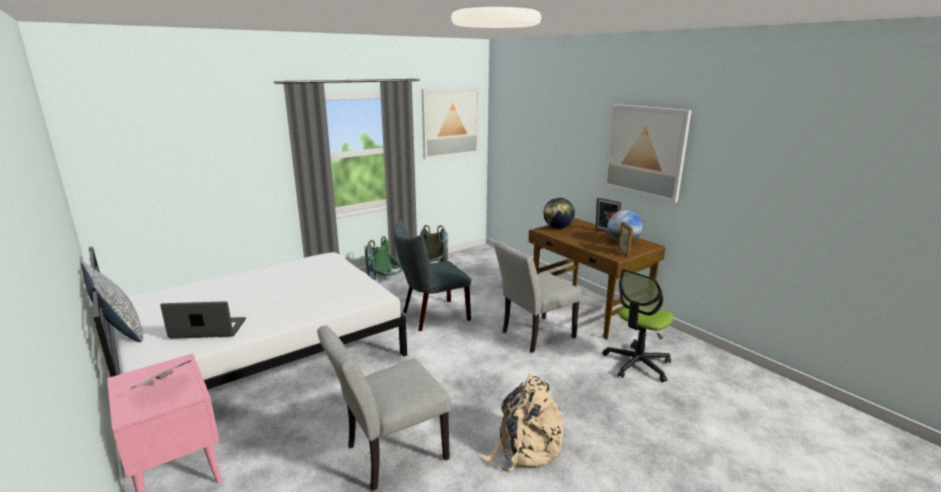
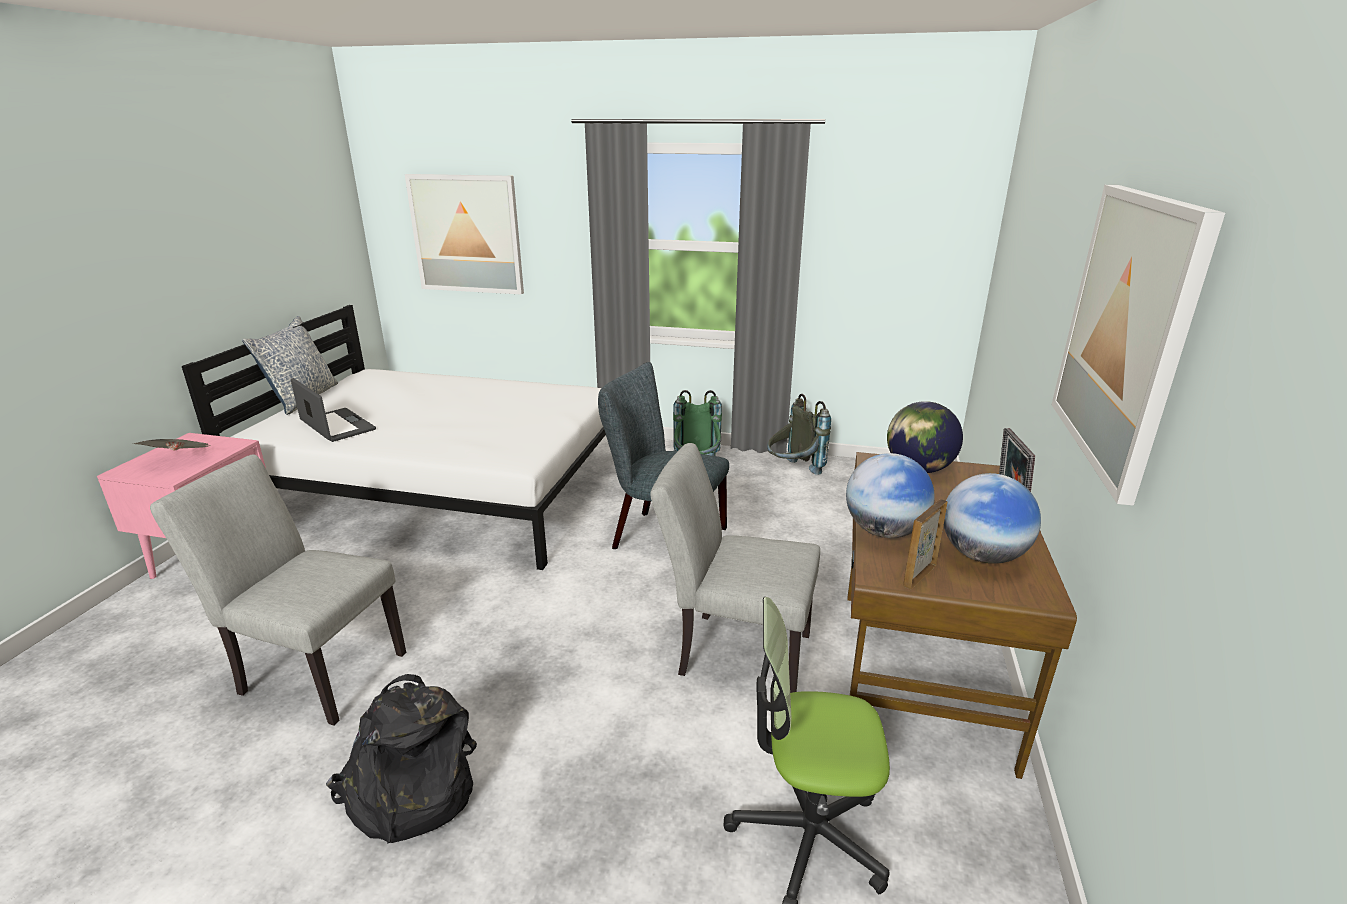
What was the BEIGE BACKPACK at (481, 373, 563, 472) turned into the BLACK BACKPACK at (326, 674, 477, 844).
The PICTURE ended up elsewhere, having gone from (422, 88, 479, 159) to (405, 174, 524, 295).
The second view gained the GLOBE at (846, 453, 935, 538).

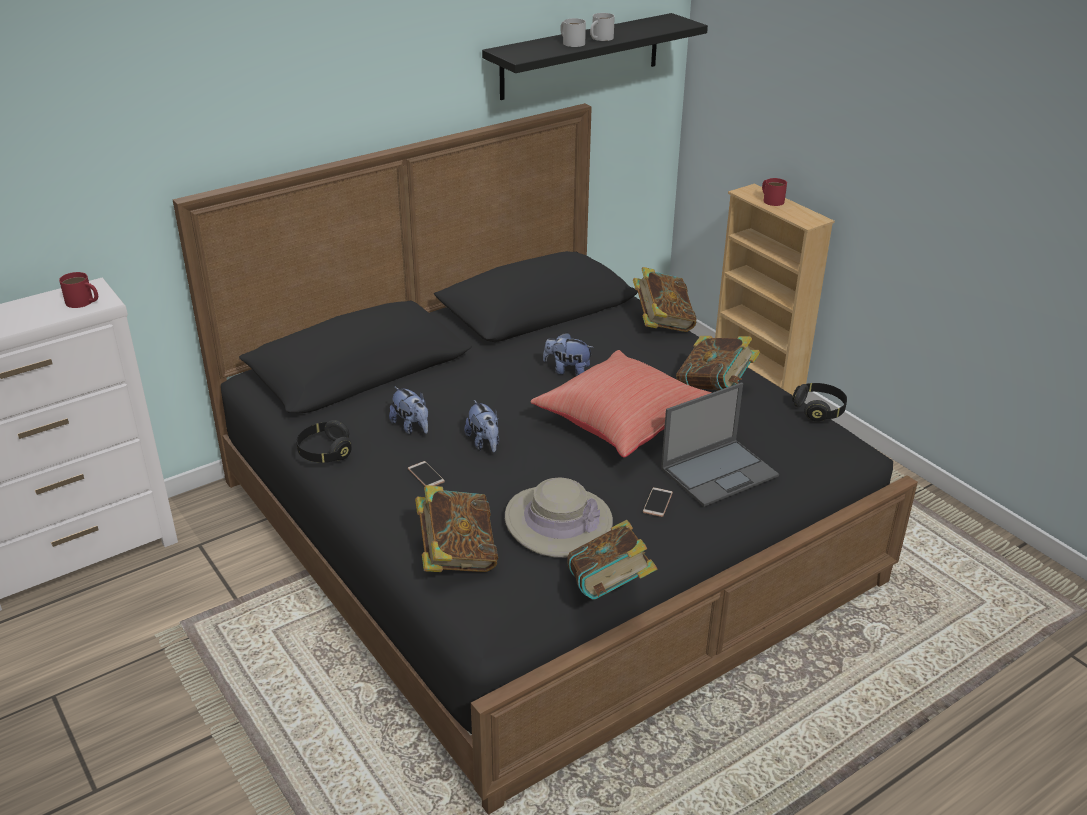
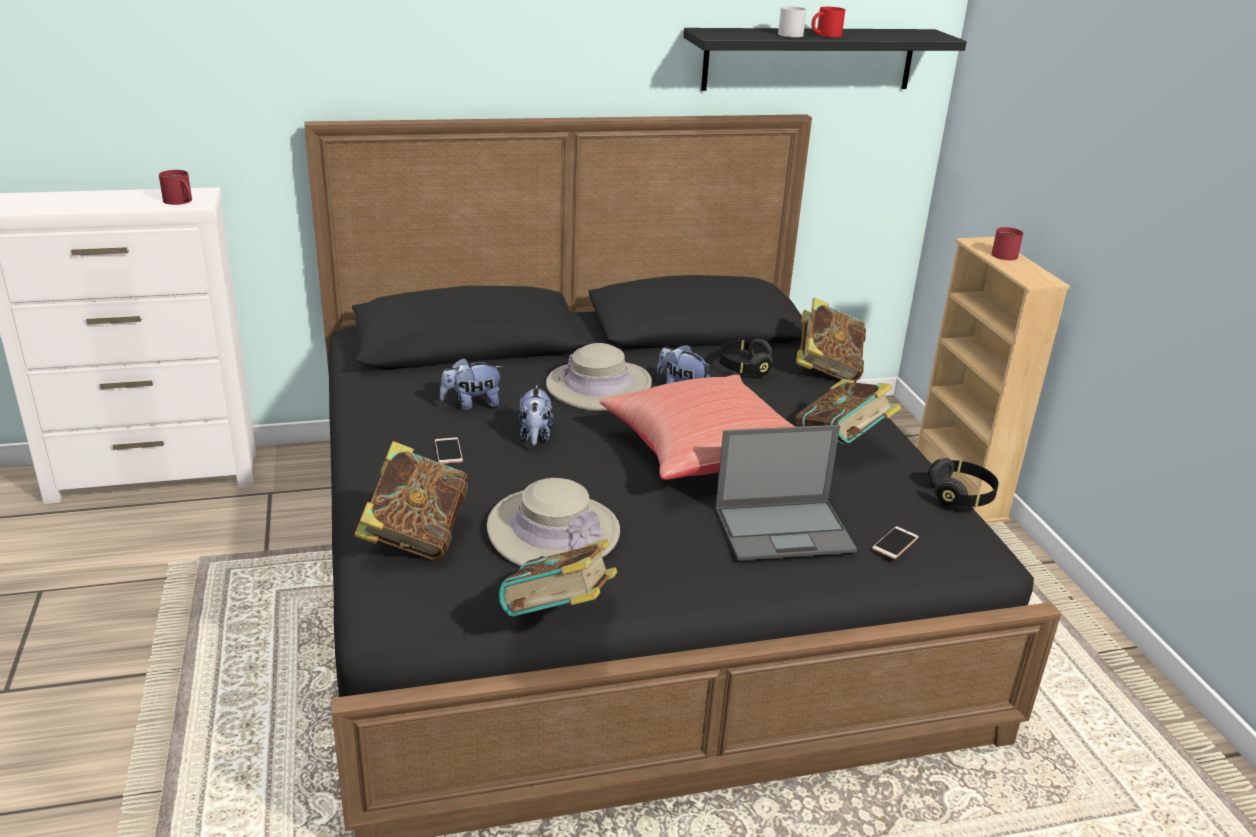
The PLUSH TOY at (389, 386, 428, 434) ended up facing another way, 90 degrees clockwise from before.
The second view gained the BEIGE HAT at (546, 343, 652, 411).
The BLACK HEADPHONES ended up elsewhere, having gone from (296, 420, 352, 463) to (718, 338, 773, 377).
What was the WHITE MUG at (590, 13, 615, 41) turned into the RED MUG at (812, 7, 845, 37).
The PHONE ended up elsewhere, having gone from (643, 487, 673, 517) to (872, 526, 919, 559).

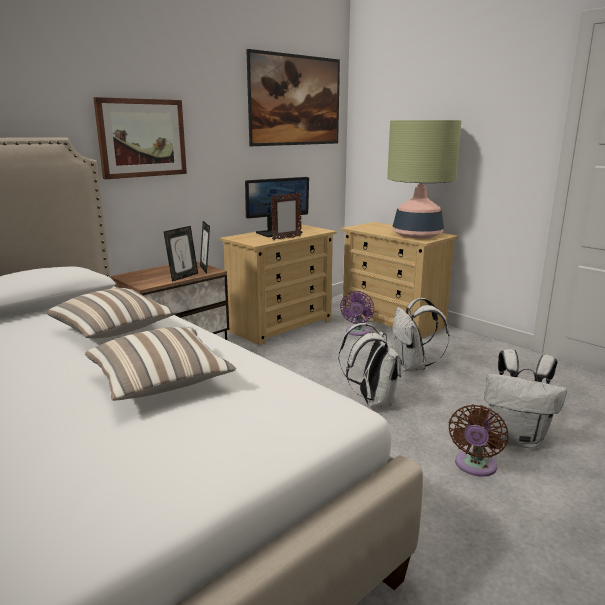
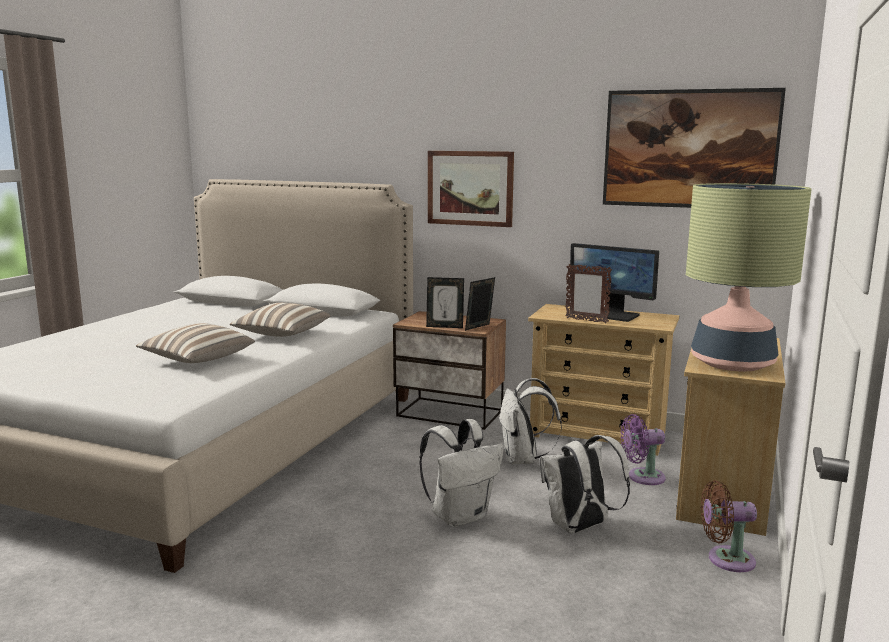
The WHITE BACKPACK ended up elsewhere, having gone from (484, 349, 567, 448) to (499, 378, 562, 464).
The BROWN FAN ended up elsewhere, having gone from (449, 404, 509, 477) to (701, 481, 757, 572).

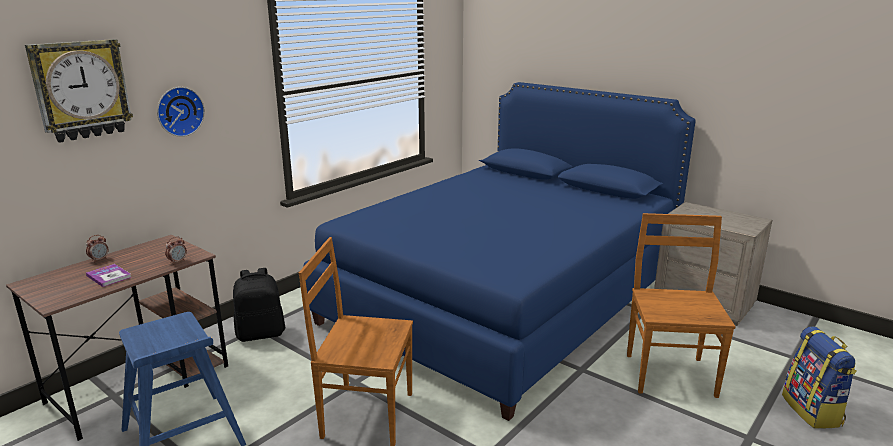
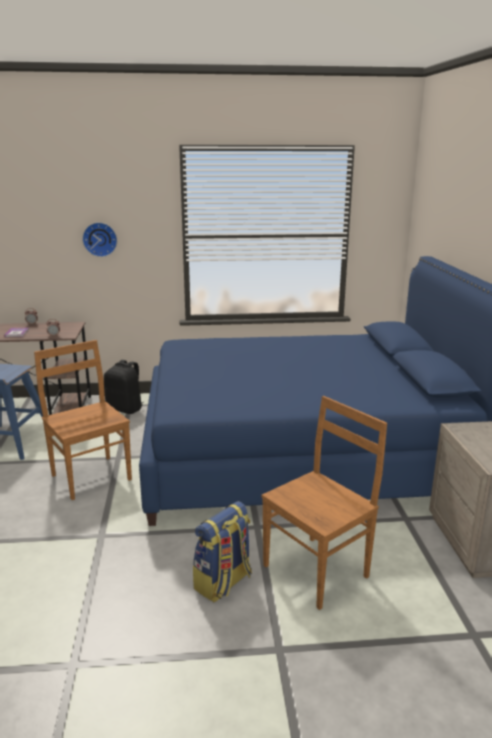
The BACKPACK ended up elsewhere, having gone from (782, 326, 857, 429) to (193, 501, 252, 602).
The second view lost the WALL CLOCK at (25, 39, 133, 143).

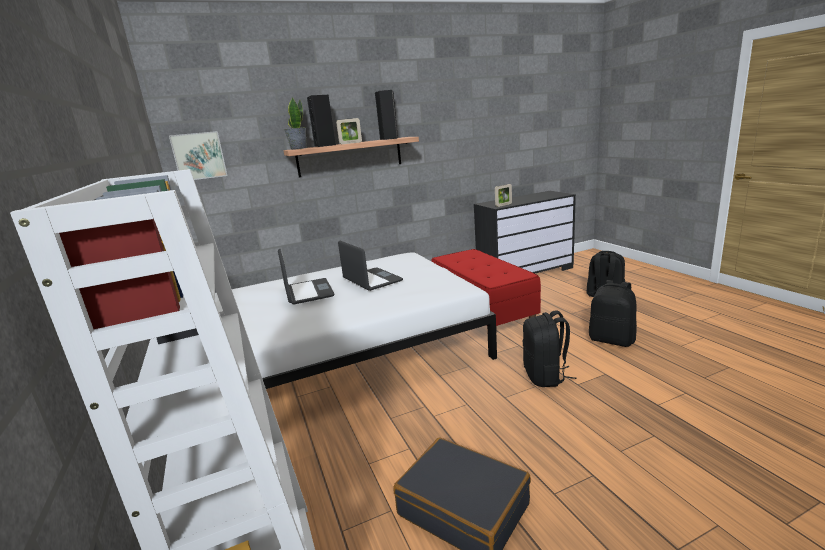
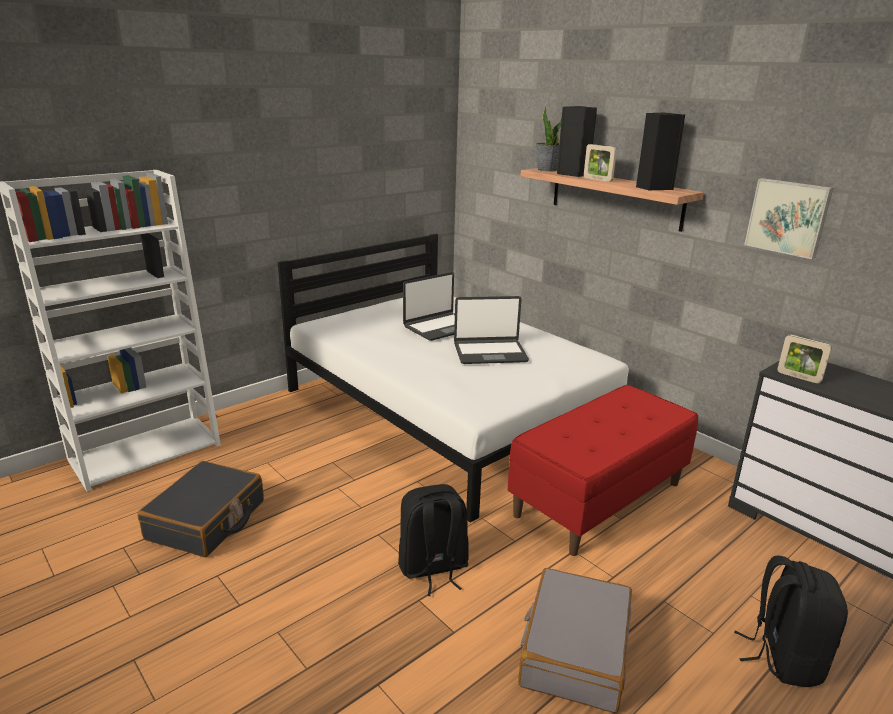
The LAPTOP at (338, 241, 403, 291) ended up facing another way, 45 degrees clockwise from before.
Where the BLACK BACKPACK stood at (589, 280, 637, 347), the GREY SUITCASE came to stand at (518, 568, 632, 713).
The PICTURE ended up elsewhere, having gone from (169, 131, 227, 180) to (744, 178, 833, 259).

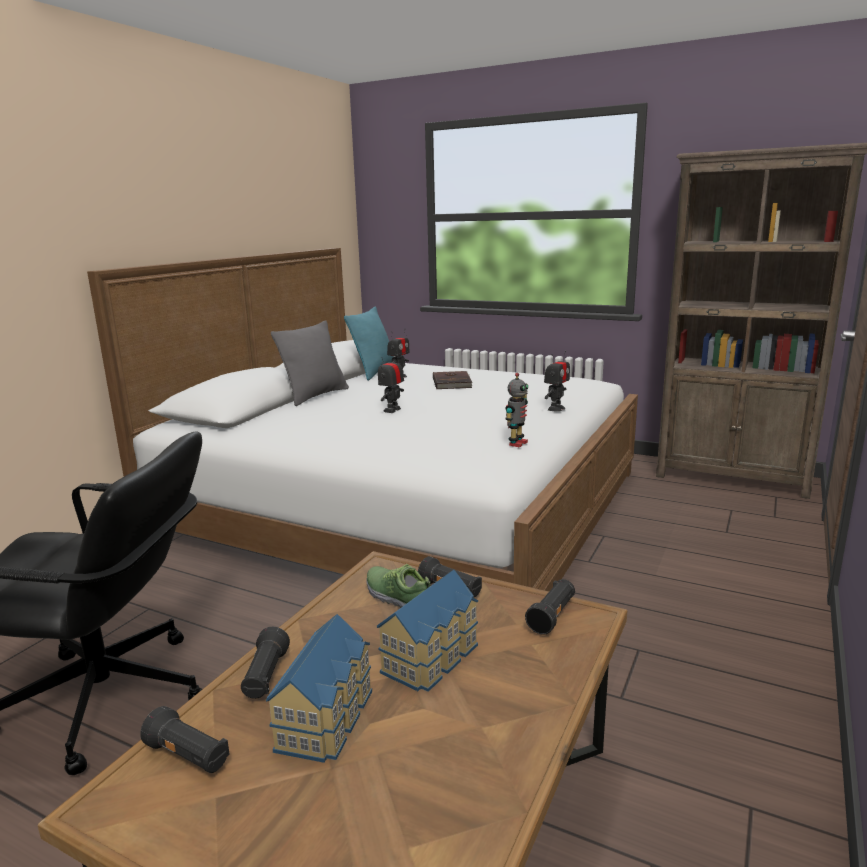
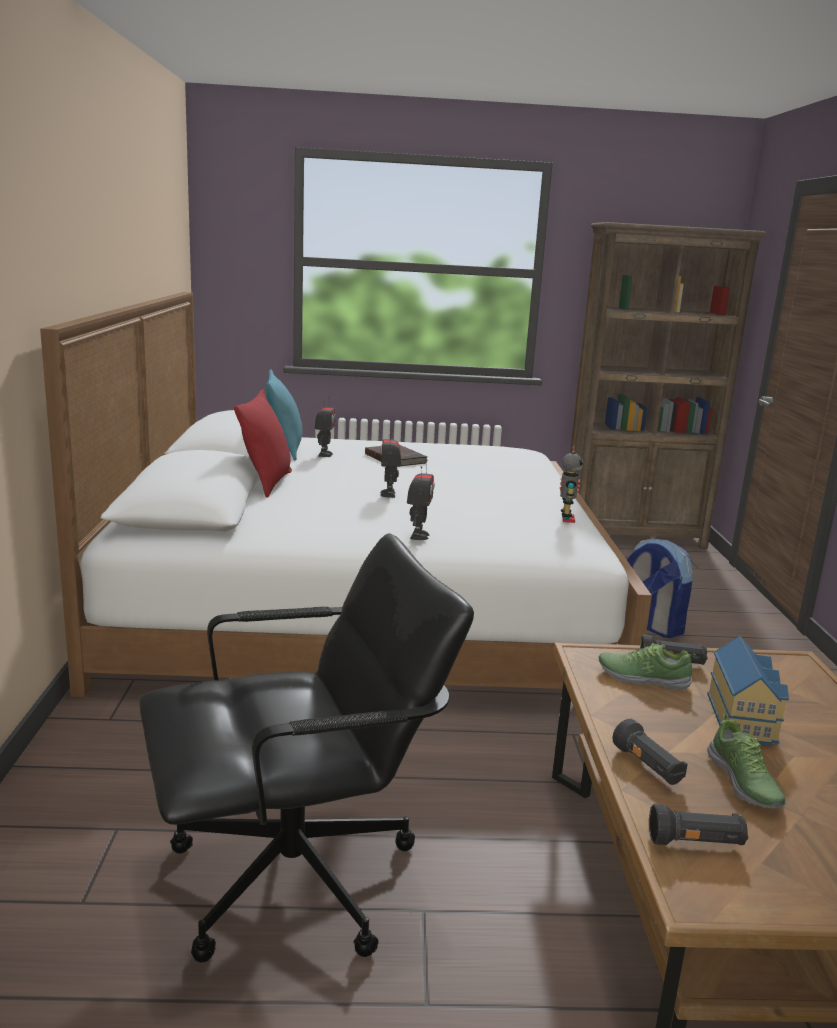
What was the GREY PILLOW at (271, 320, 349, 406) turned into the RED PILLOW at (234, 389, 292, 498).
The TOY ROBOT ended up elsewhere, having gone from (544, 351, 570, 412) to (407, 459, 435, 540).
The second view gained the BACKPACK at (626, 538, 693, 638).
Where the TOY HOUSE stood at (266, 614, 372, 763), the SHOE came to stand at (707, 714, 786, 809).
The second view lost the BLACK FLASHLIGHT at (525, 579, 575, 635).

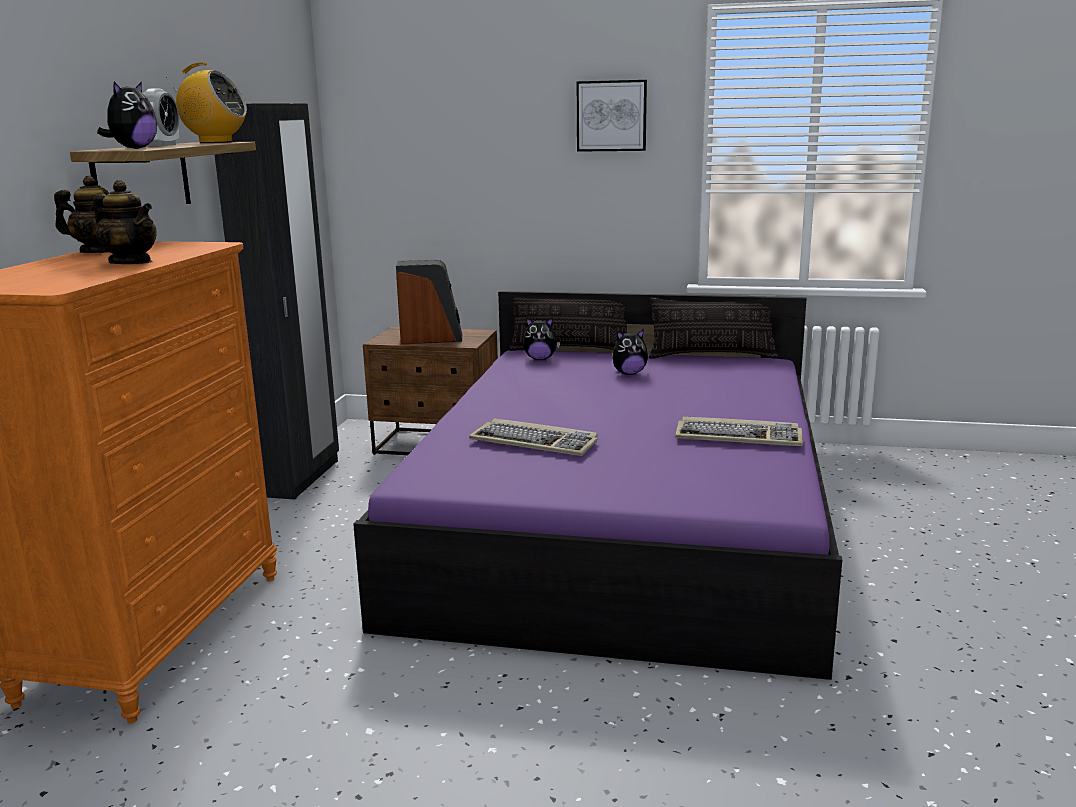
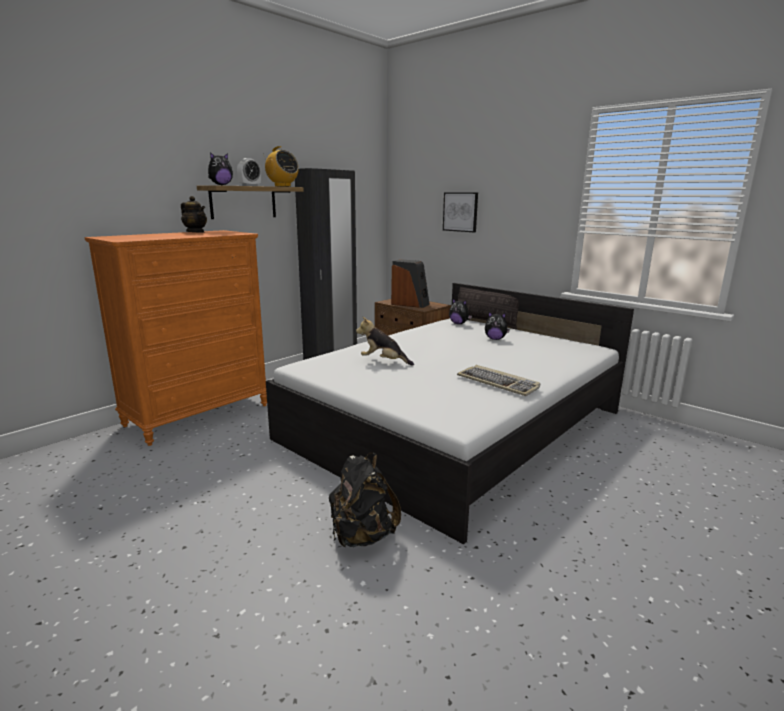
What was the PURPLE BED at (353, 291, 842, 680) turned into the WHITE BED at (266, 283, 634, 544).
The second view gained the BLACK BACKPACK at (329, 453, 401, 547).
Where the KEYBOARD stood at (469, 419, 598, 456), the PLUSH TOY came to stand at (356, 317, 414, 366).
The PICTURE ended up elsewhere, having gone from (577, 80, 647, 152) to (443, 192, 478, 232).
The second view lost the TEAPOT at (93, 180, 157, 264).
The second view lost the PILLOW at (649, 296, 779, 359).

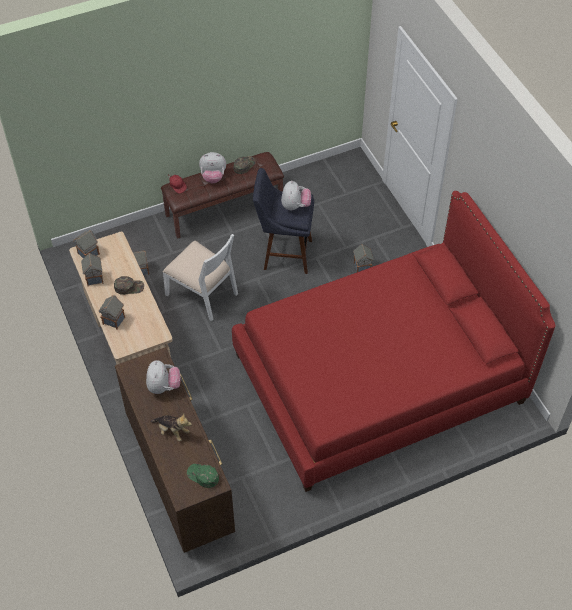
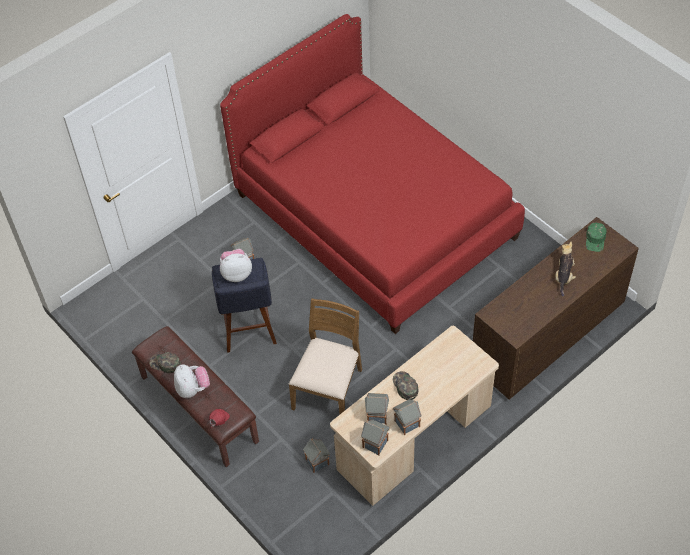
What was the WHITE CHAIR at (163, 234, 238, 321) turned into the BROWN CHAIR at (289, 298, 362, 414).
The TOY HOUSE ended up elsewhere, having gone from (98, 295, 125, 330) to (365, 393, 389, 425).
The second view lost the PLUSH TOY at (146, 360, 180, 394).

